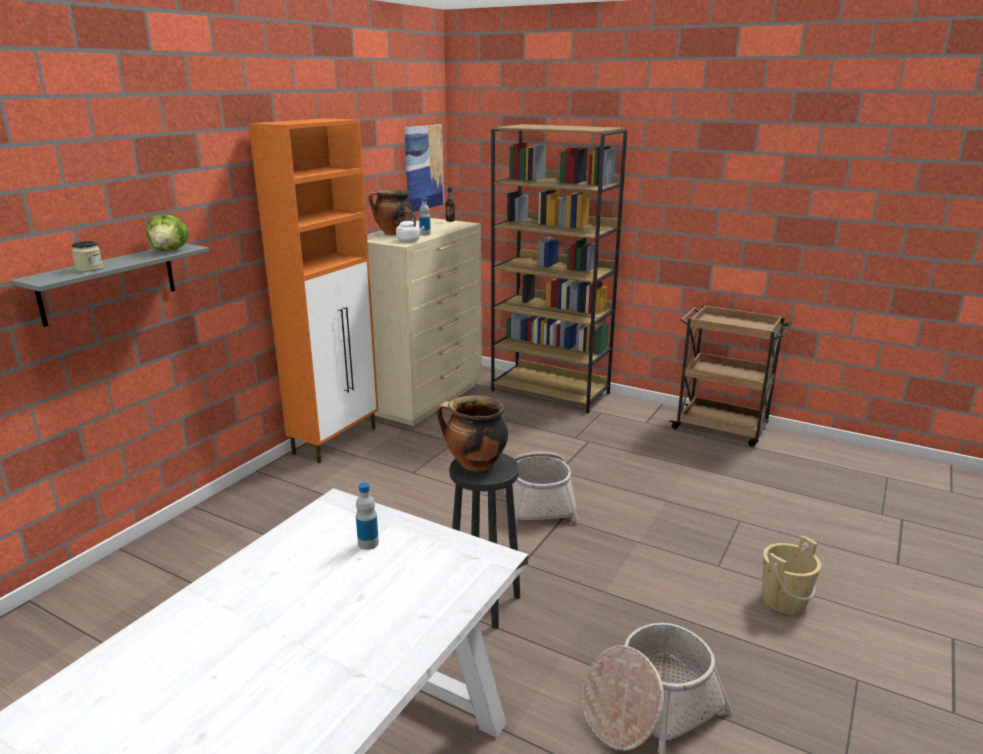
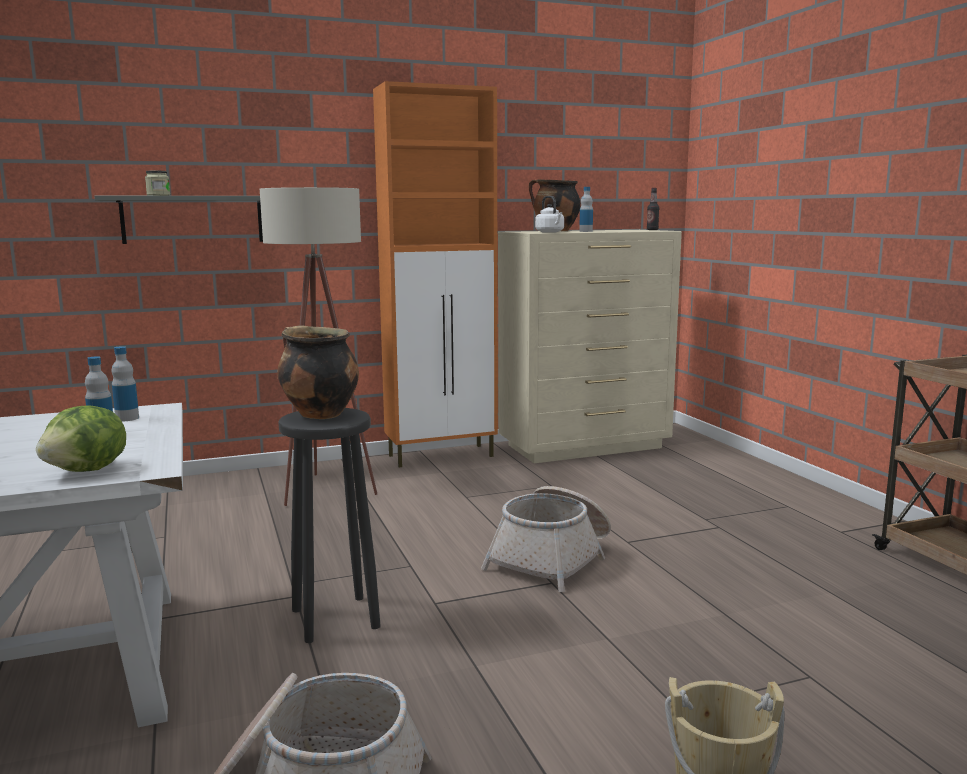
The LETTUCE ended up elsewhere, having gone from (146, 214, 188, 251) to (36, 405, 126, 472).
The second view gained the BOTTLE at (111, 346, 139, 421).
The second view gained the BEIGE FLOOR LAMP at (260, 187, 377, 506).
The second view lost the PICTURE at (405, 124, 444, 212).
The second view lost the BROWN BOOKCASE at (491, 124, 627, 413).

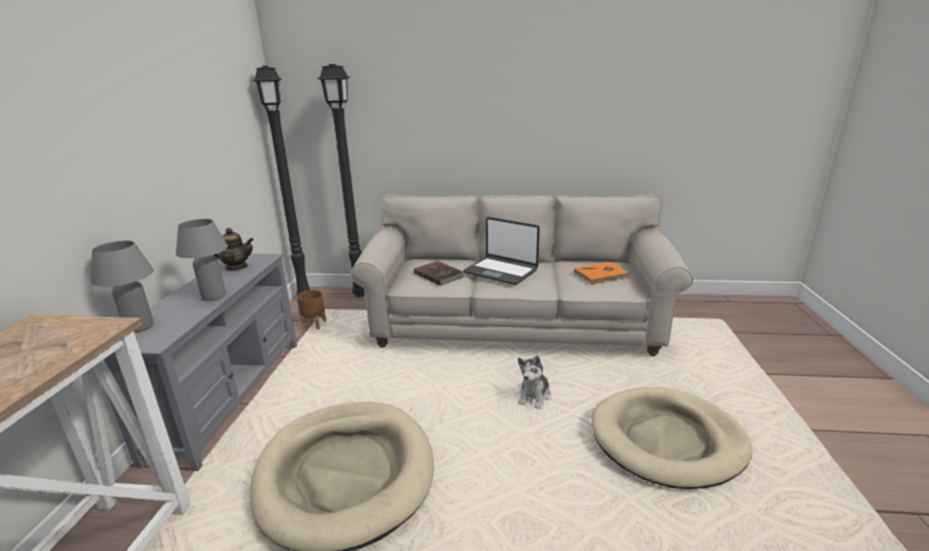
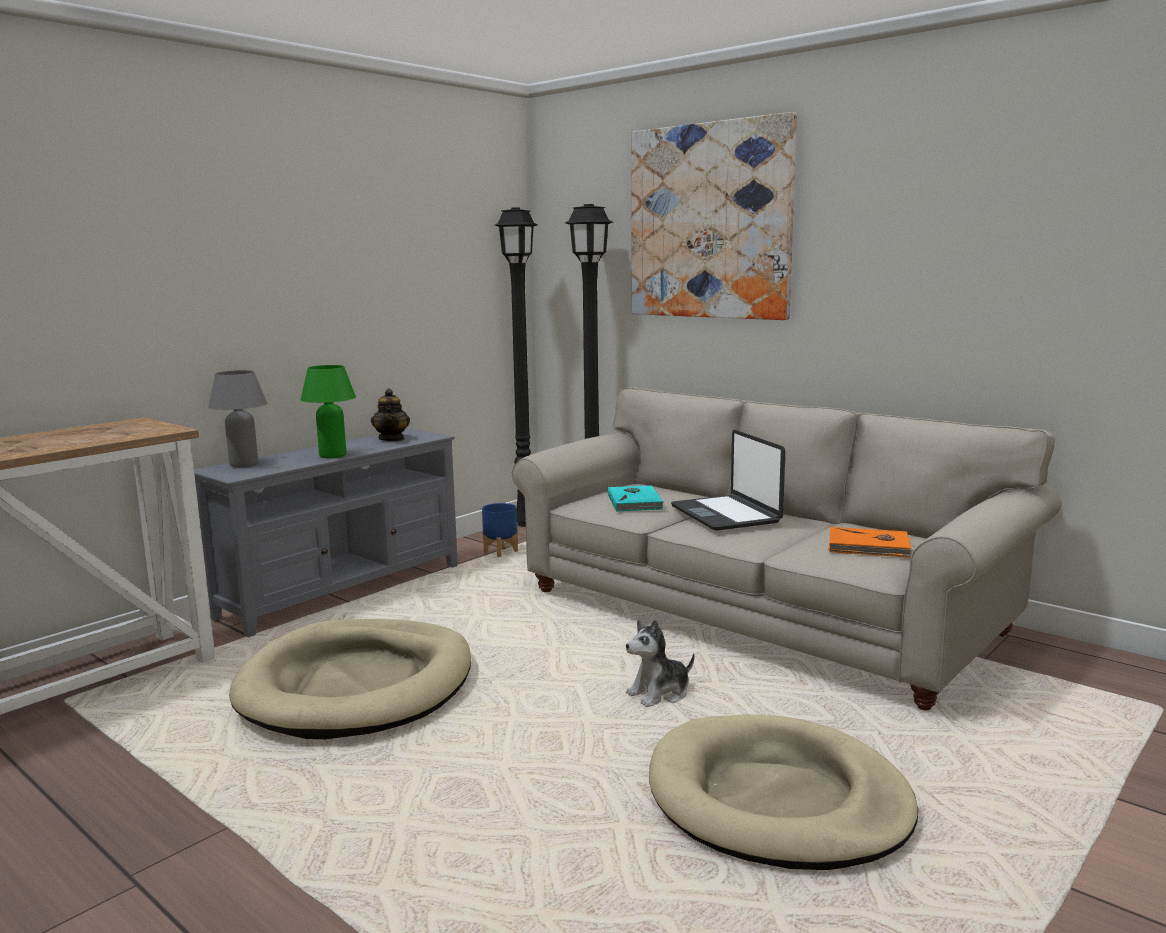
What was the GREY TABLE LAMP at (176, 219, 228, 301) turned into the GREEN TABLE LAMP at (301, 365, 356, 458).
The TEAPOT at (214, 228, 254, 270) ended up facing another way, 45 degrees clockwise from before.
What was the BROWN PLANTER at (297, 290, 326, 329) turned into the BLUE PLANTER at (482, 503, 518, 557).
What was the BROWN BOOK at (414, 261, 465, 286) turned into the TURQUOISE BOOK at (607, 485, 664, 512).
The second view gained the PICTURE at (631, 112, 797, 320).

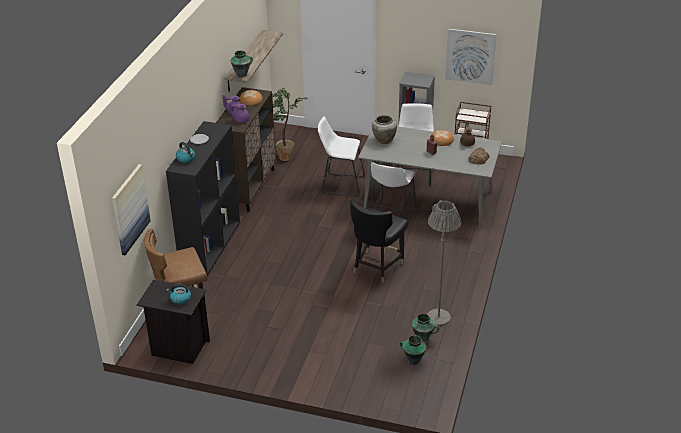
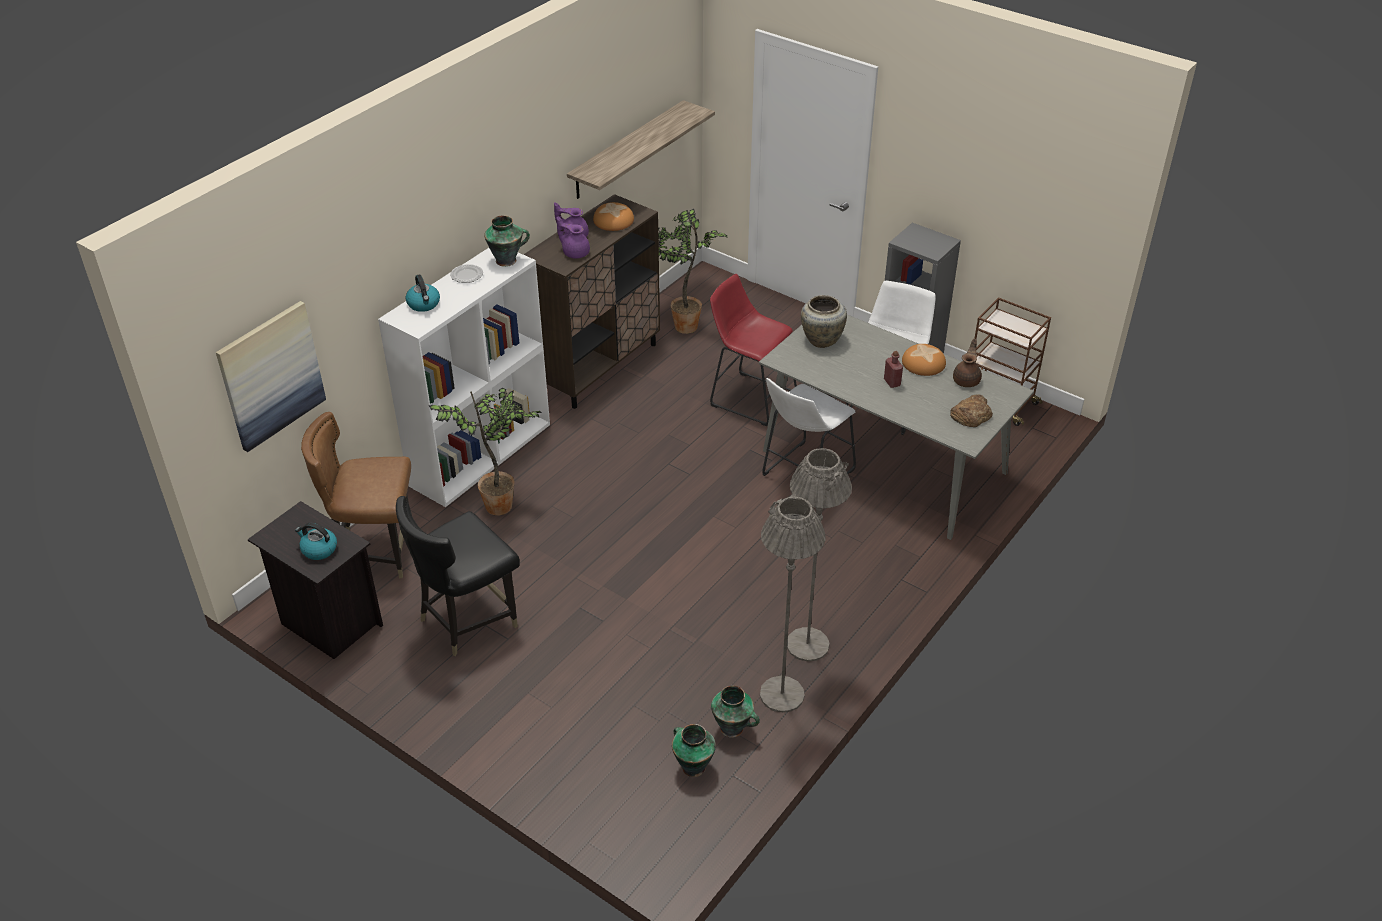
What was the BLACK BOOKCASE at (166, 121, 240, 276) turned into the WHITE BOOKCASE at (378, 248, 550, 507).
The BLACK CHAIR ended up elsewhere, having gone from (350, 200, 408, 283) to (396, 496, 520, 656).
The second view gained the POTTED PLANT at (429, 388, 542, 515).
The VASE ended up elsewhere, having gone from (231, 50, 253, 78) to (484, 215, 530, 267).
What was the WHITE STOOL at (318, 116, 365, 197) turned into the RED STOOL at (710, 274, 797, 426).
The second view gained the GREY FLOOR LAMP at (787, 448, 852, 662).
The second view lost the PICTURE at (445, 29, 497, 85).

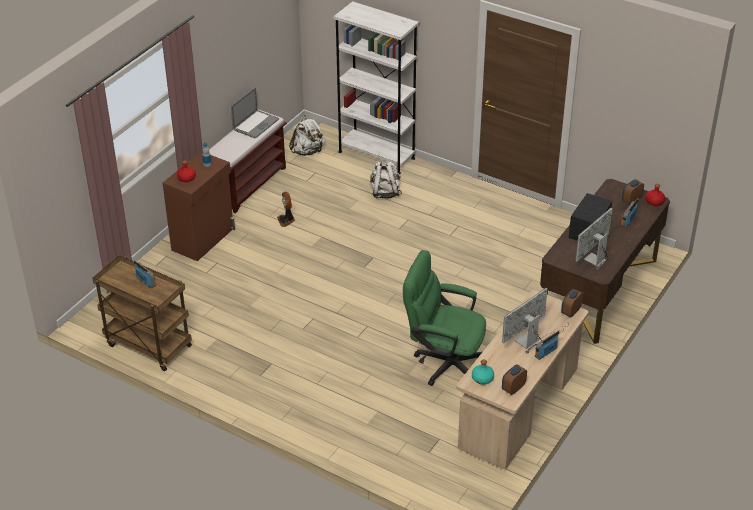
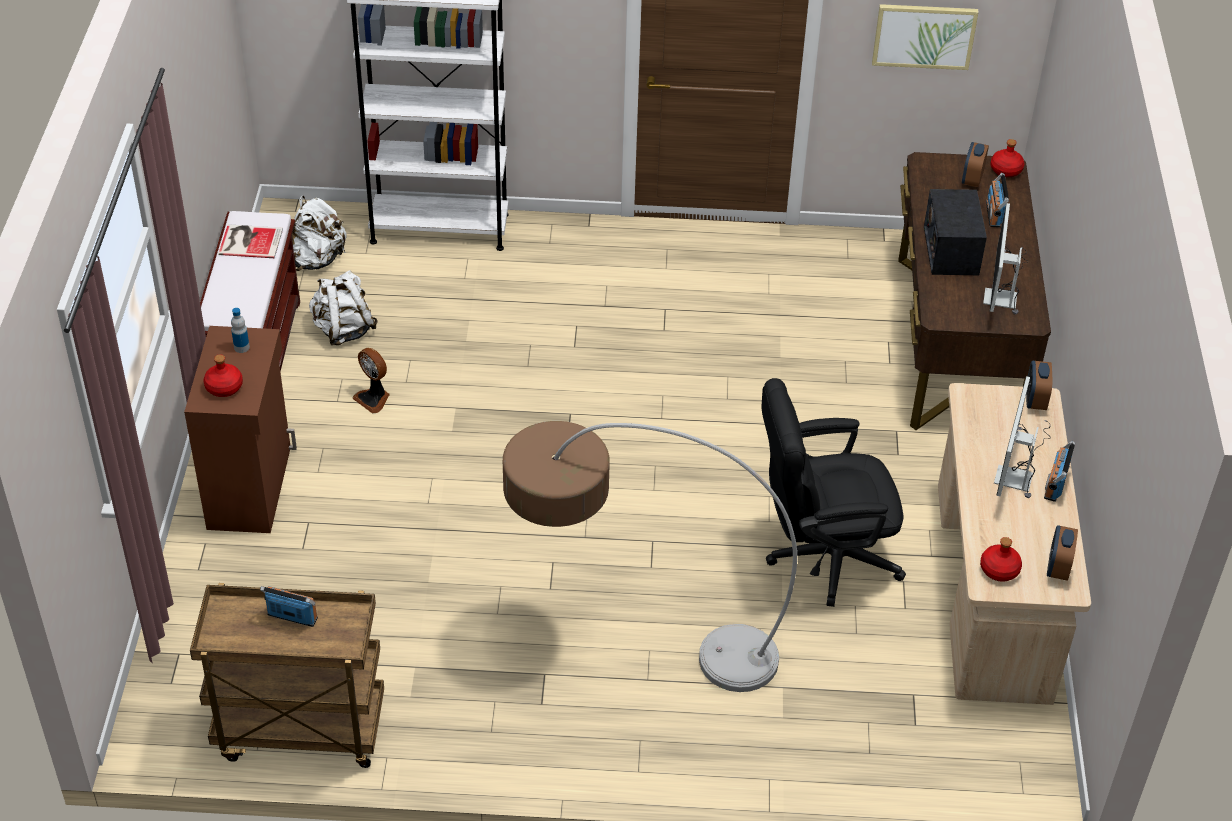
Where the LAPTOP stood at (231, 87, 279, 139), the BOOK came to stand at (218, 224, 283, 258).
The WHITE BACKPACK ended up elsewhere, having gone from (370, 161, 402, 198) to (309, 270, 378, 345).
The second view gained the FLOOR LAMP at (503, 421, 797, 692).
What was the GREEN OFFICE CHAIR at (403, 250, 486, 386) turned into the BLACK OFFICE CHAIR at (762, 378, 906, 607).
The second view gained the PICTURE at (872, 4, 979, 70).
What was the TURQUOISE BOTTLE at (472, 359, 494, 385) turned into the RED BOTTLE at (980, 537, 1022, 582).

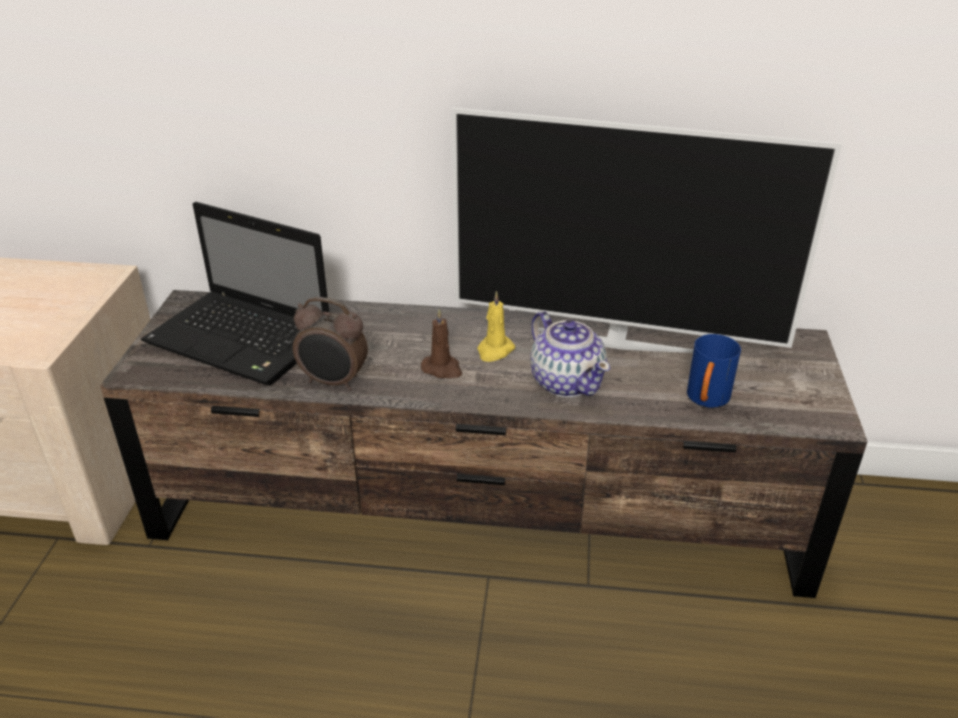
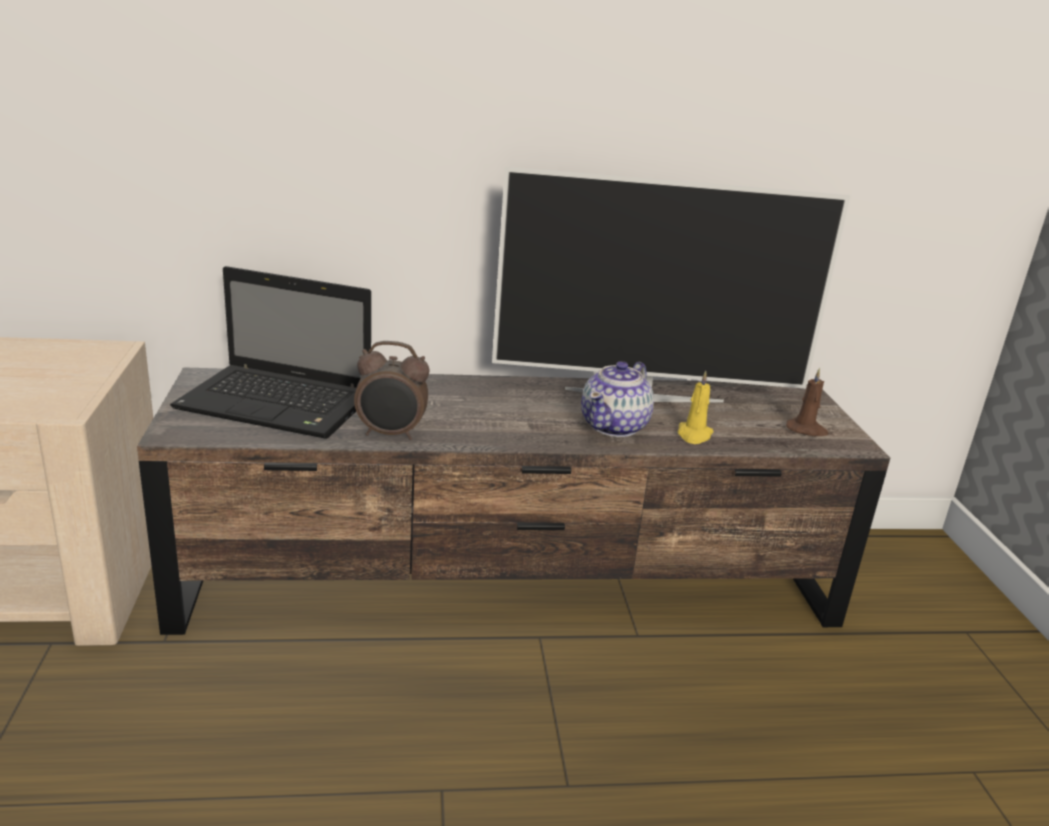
The TEAPOT at (530, 311, 610, 397) ended up facing another way, 75 degrees clockwise from before.
The YELLOW CANDLE ended up elsewhere, having gone from (477, 291, 515, 362) to (678, 371, 714, 444).
The BROWN CANDLE ended up elsewhere, having gone from (421, 309, 462, 378) to (786, 368, 828, 436).
The second view lost the BLUE MUG at (687, 334, 741, 408).

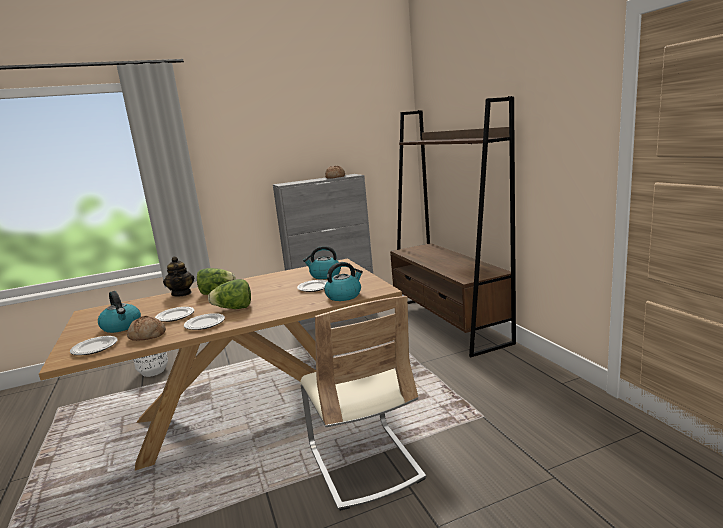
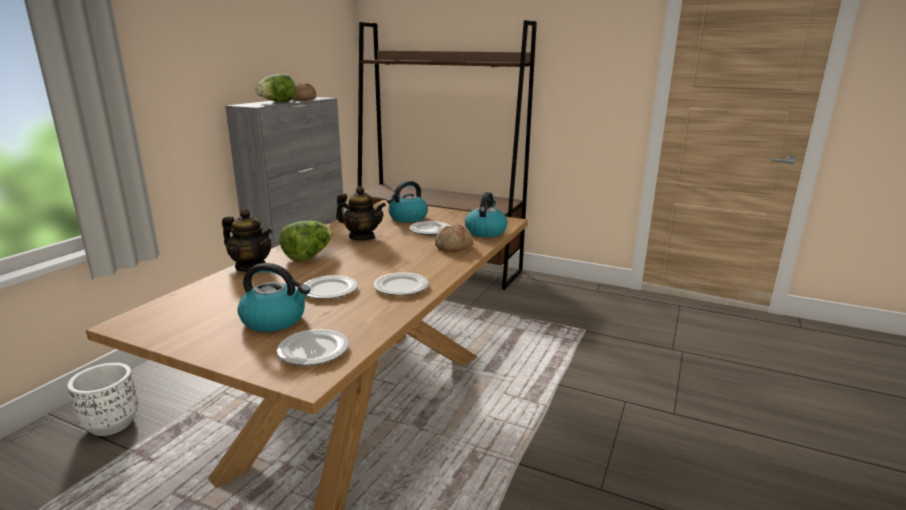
The LETTUCE ended up elsewhere, having gone from (208, 279, 251, 309) to (255, 74, 296, 102).
The second view gained the TEAPOT at (336, 186, 386, 240).
The BREAD ended up elsewhere, having gone from (127, 316, 166, 341) to (435, 225, 473, 252).
The second view lost the BEIGE CHAIR at (300, 296, 426, 511).

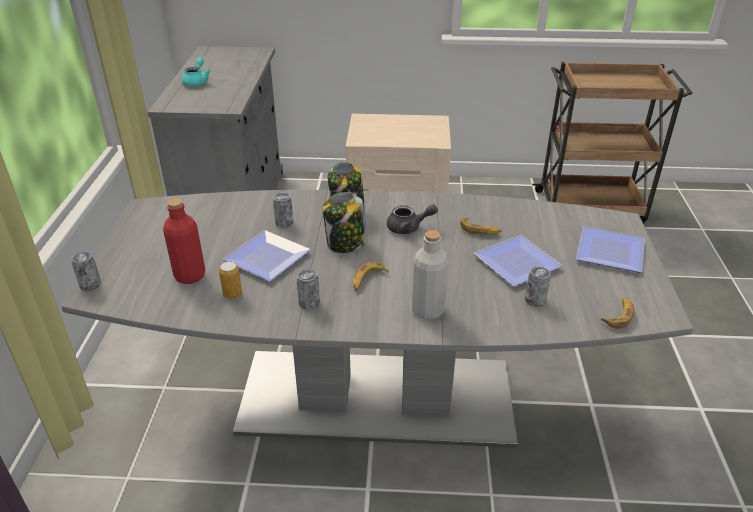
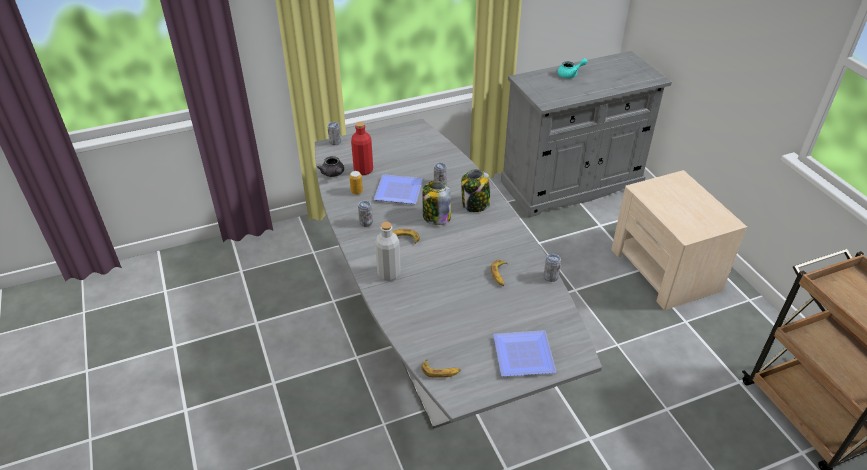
The GREY TEAPOT ended up elsewhere, having gone from (387, 204, 438, 234) to (317, 156, 344, 177).
The CAN ended up elsewhere, having gone from (525, 266, 551, 307) to (543, 254, 561, 282).
The second view lost the PLATE at (474, 235, 563, 287).

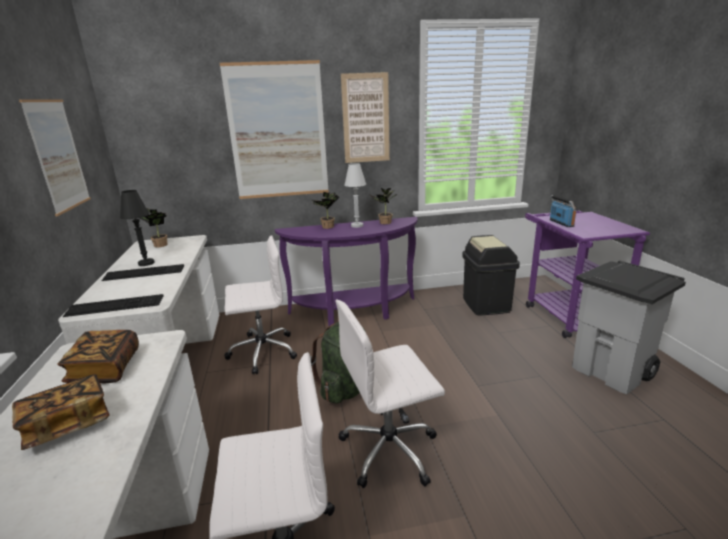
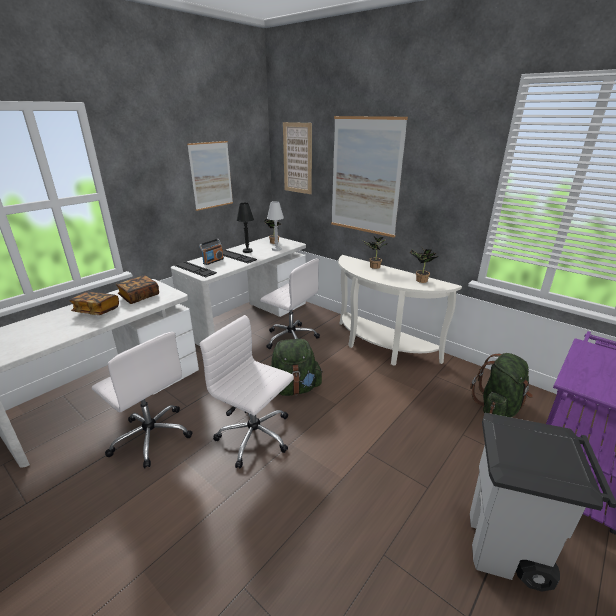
The RADIO ended up elsewhere, having gone from (550, 195, 576, 227) to (199, 239, 224, 265).
The WHITE TABLE LAMP ended up elsewhere, having gone from (344, 163, 366, 228) to (267, 201, 284, 251).
The PICTURE ended up elsewhere, having gone from (341, 72, 390, 163) to (283, 122, 312, 194).
What was the PURPLE CONSOLE TABLE at (275, 217, 418, 326) turned into the WHITE CONSOLE TABLE at (338, 255, 462, 366).
Where the BLACK TRASH CAN stood at (462, 235, 520, 316), the GREEN BACKPACK came to stand at (470, 353, 533, 417).

